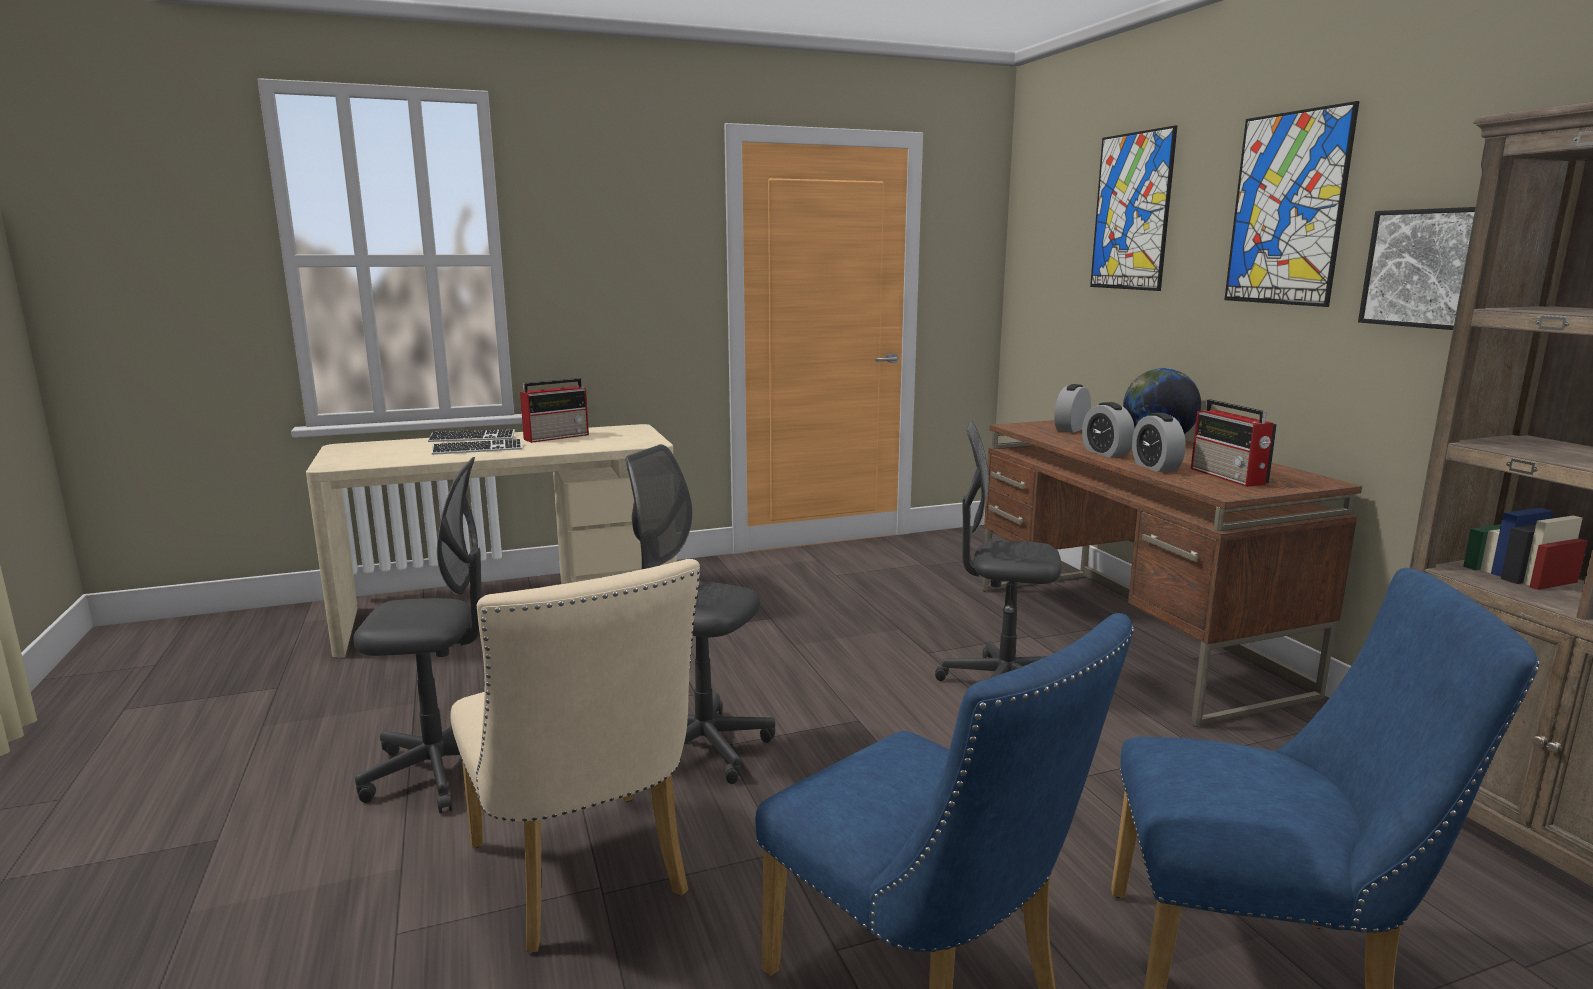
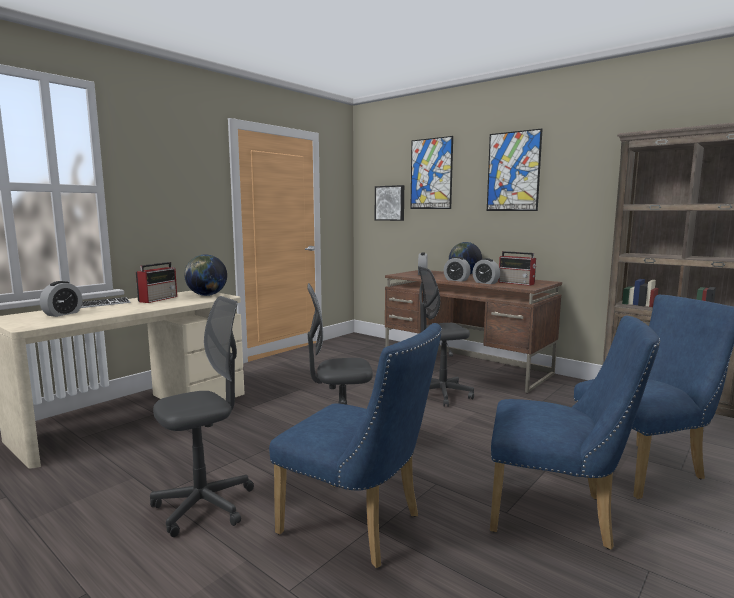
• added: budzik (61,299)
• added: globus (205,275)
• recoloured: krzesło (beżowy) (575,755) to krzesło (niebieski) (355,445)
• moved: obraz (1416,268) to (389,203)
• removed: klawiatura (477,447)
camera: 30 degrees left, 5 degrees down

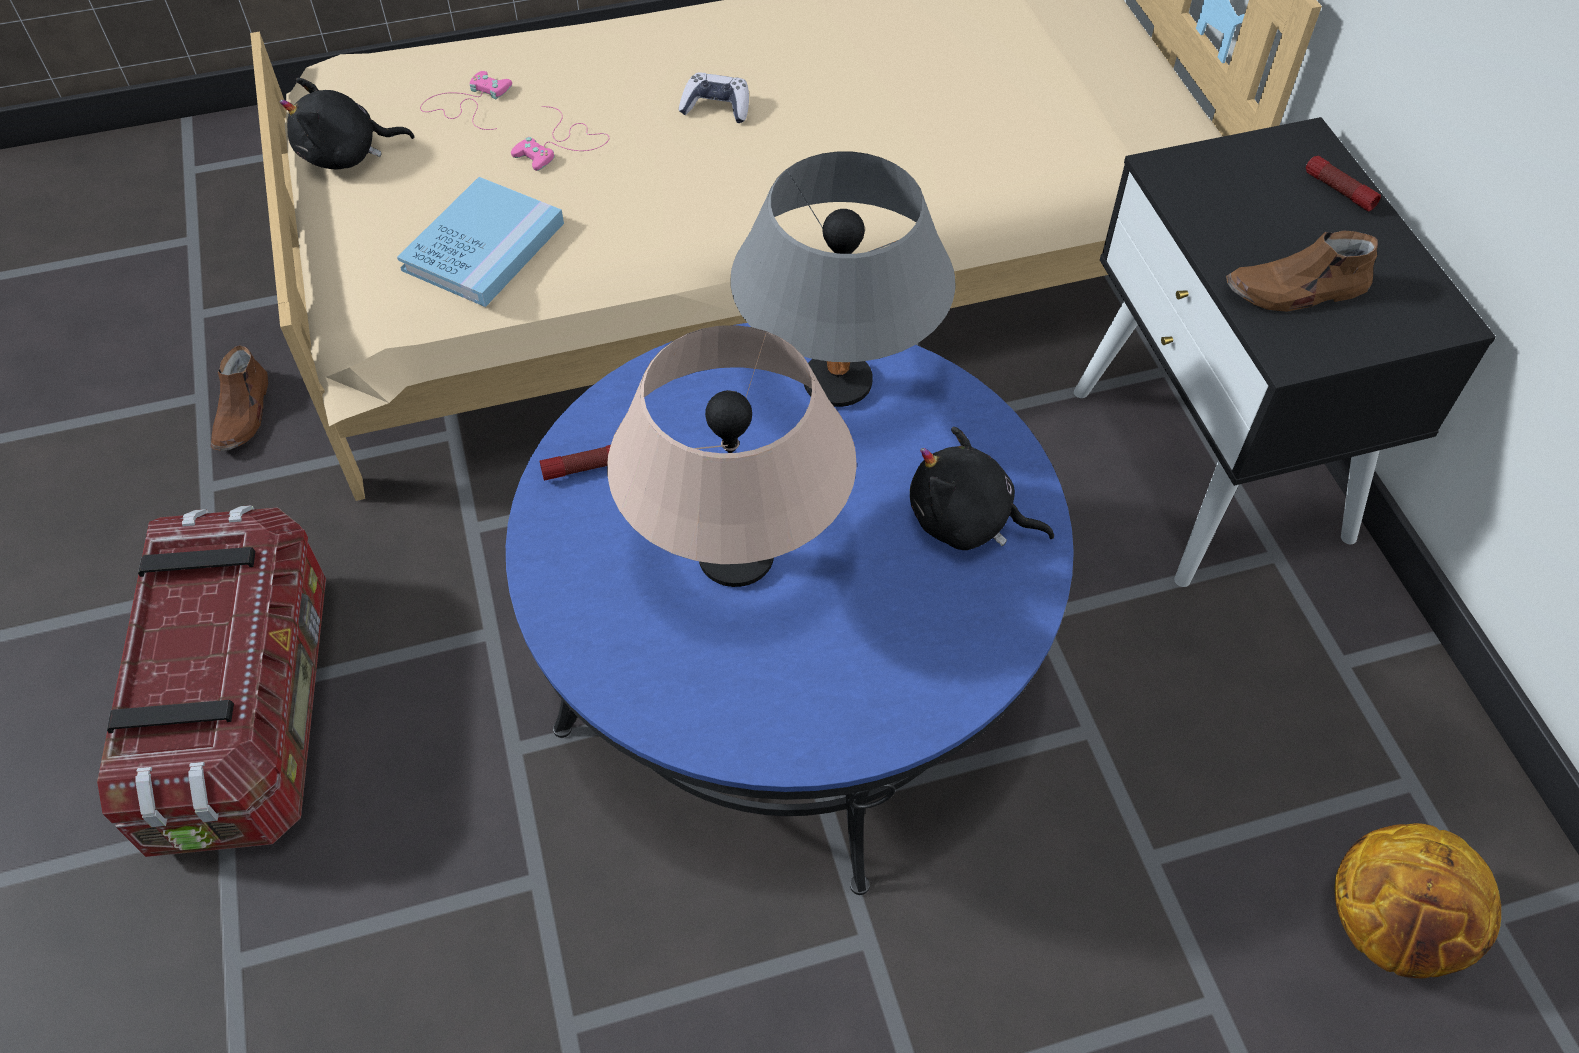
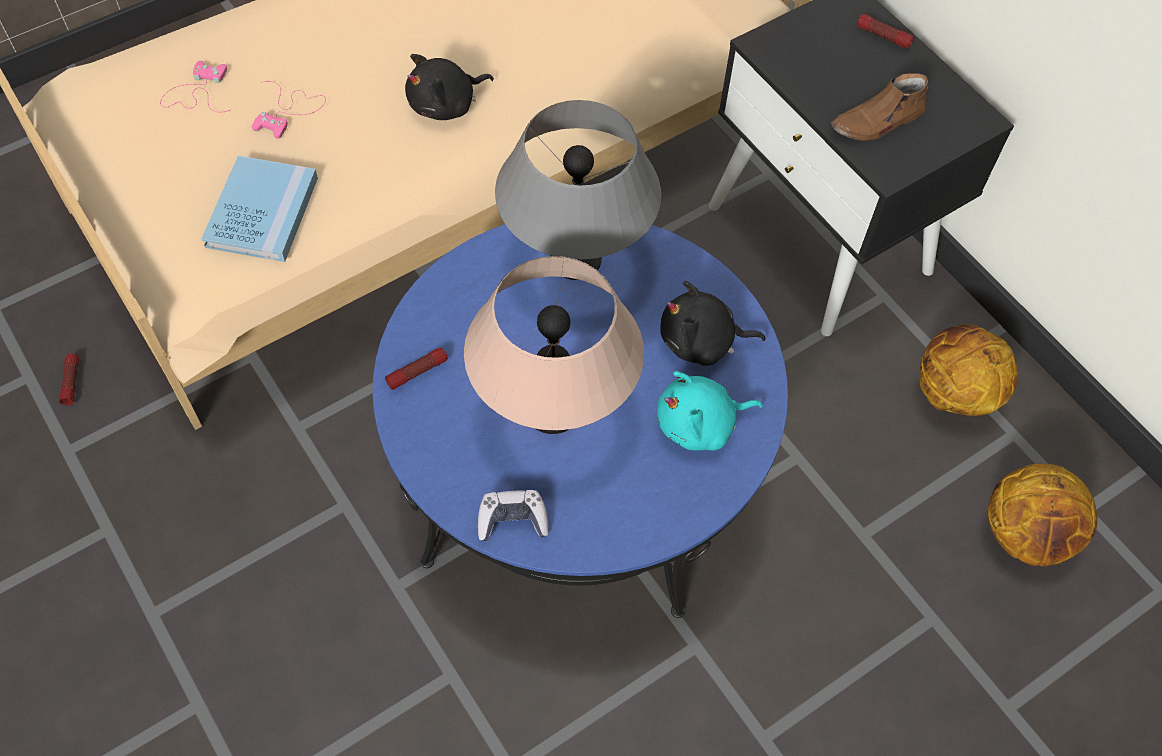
• replaced: but (brązowy) (239,398) to latarka (69,379)
• moved: pluszak (czarny) (347,123) to (449,87)
• moved: pad do gier (713,98) to (513,515)
• added: pluszak (turkusowy) (710,411)
• added: piłka do koszykówki (969,370)
• removed: pojemnik do przechowywania (211,681)
camera: 20 degrees left, 5 degrees up

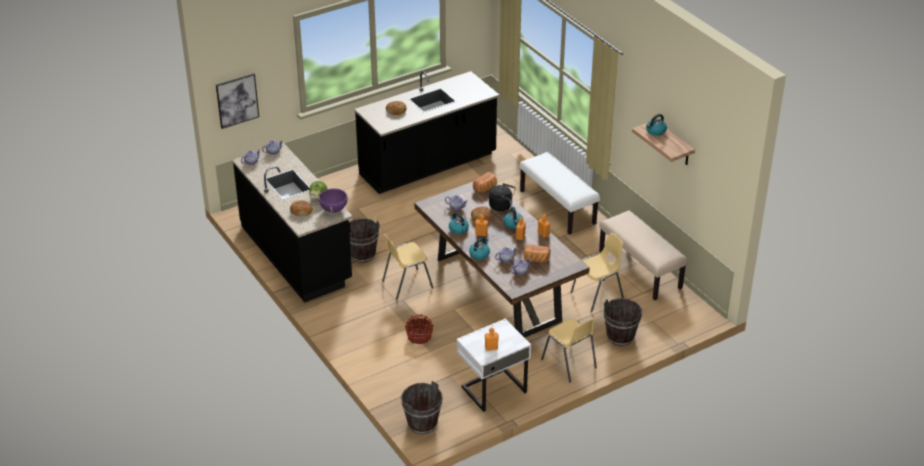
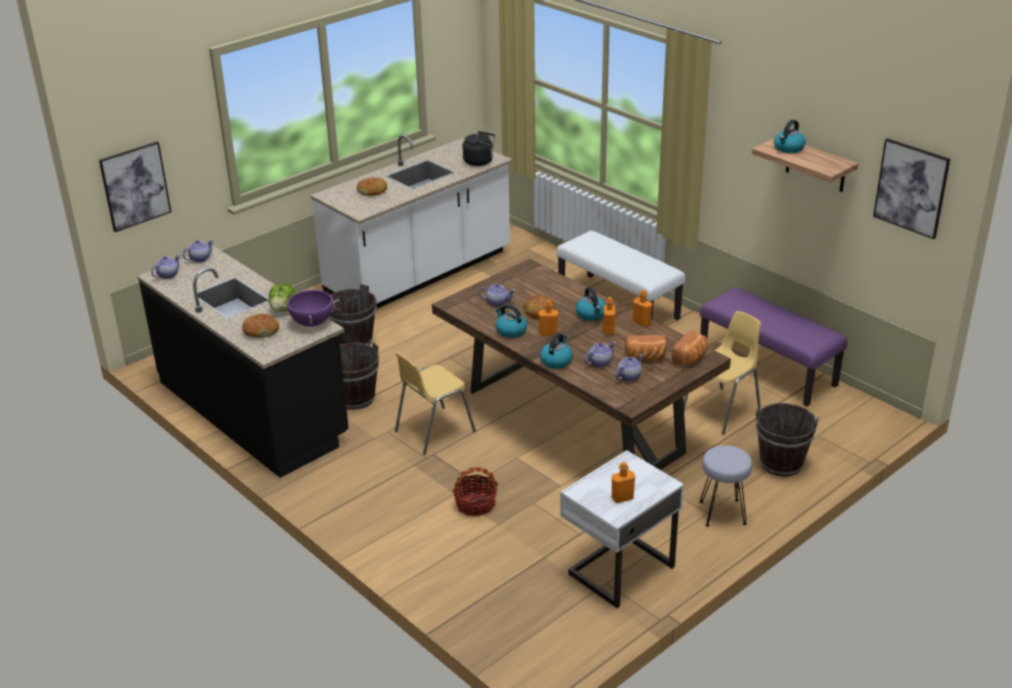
• recoloured: zabudowa kuchenna (czarny) (427,132) to zabudowa kuchenna (biały) (411,221)
• moved: wiadro (brązowy) (422,407) to (353,314)
• moved: czajnik (czarny) (502,197) to (478,148)
• moved: chleb (485,182) to (690,347)
• recoloured: ławka (beżowy) (643,255) to ławka (fioletowy) (773,346)
• replaced: krzesło (żółty) (569,350) to stołek (szary) (726,486)
• added: obraz (911,188)
camera: 10 degrees left, 5 degrees down

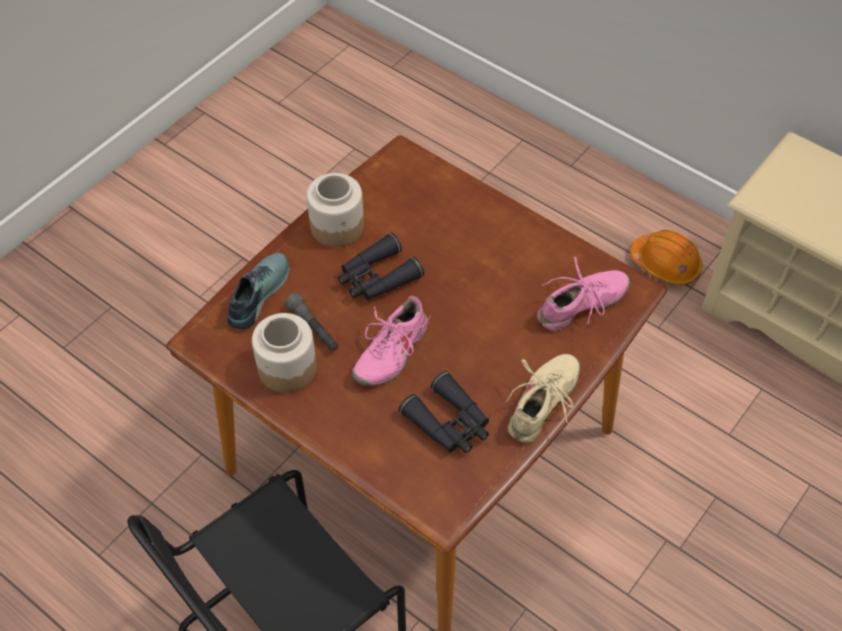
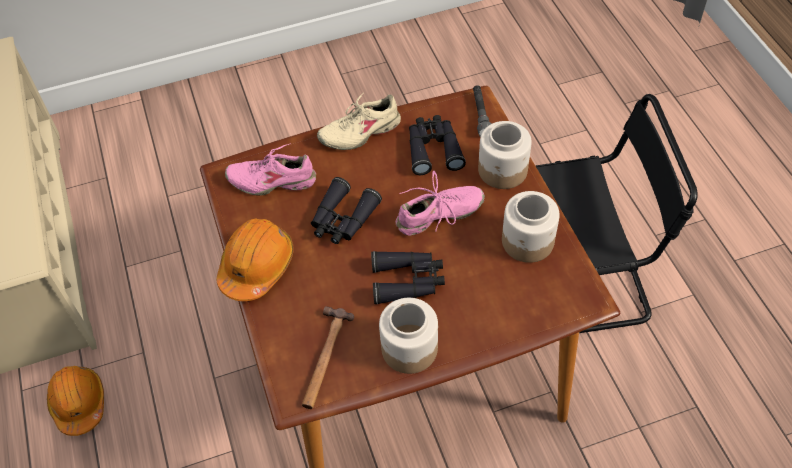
• added: kask (pomarańczowy) (255,260)
• added: młotek (328,357)
• added: lornetka (czarny) (346,210)
• moved: latarka (szary) (312,322) to (482,111)
• added: słoik (505,155)
• removed: but (258,291)
camera: 145 degrees left, 0 degrees up

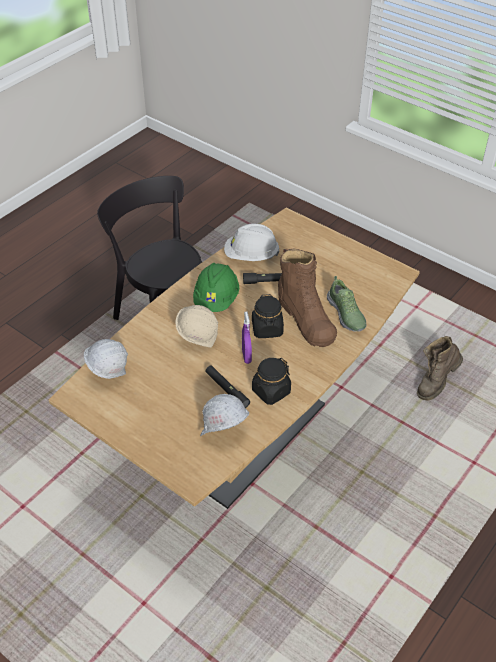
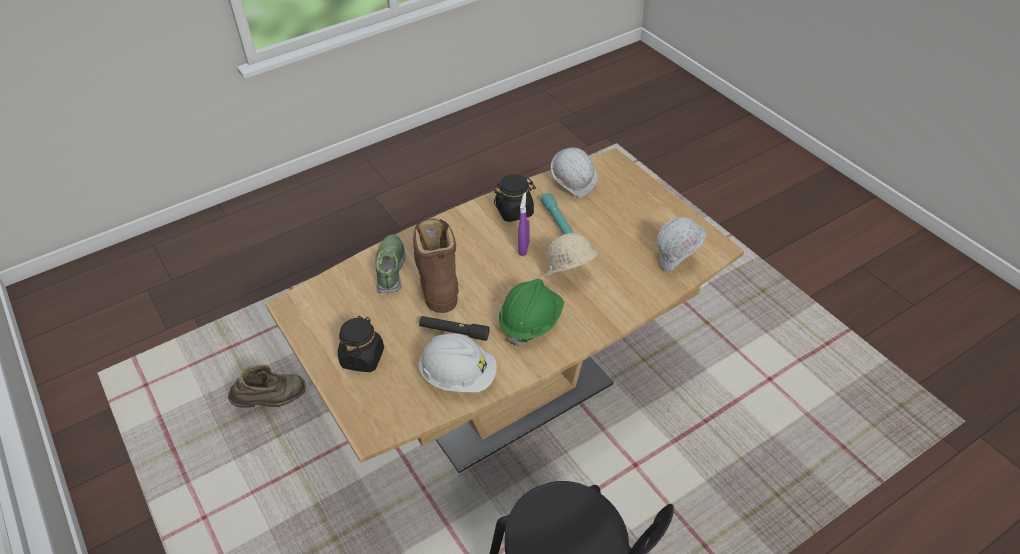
• moved: słoik (czarny) (268,316) to (361,344)
• recoloured: latarka (czarny) (228,387) to latarka (turkusowy) (557,214)
camera: 160 degrees left, 0 degrees up

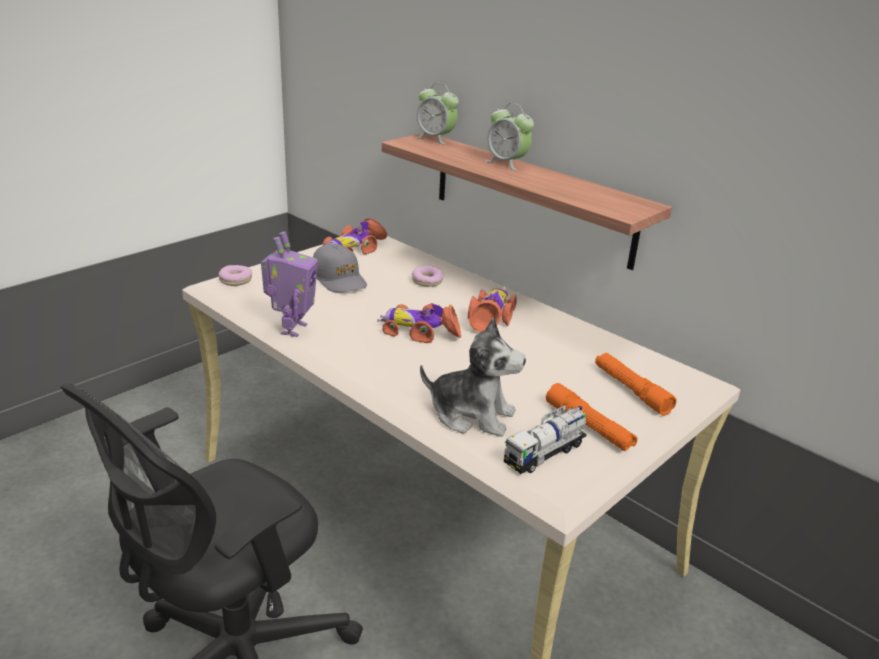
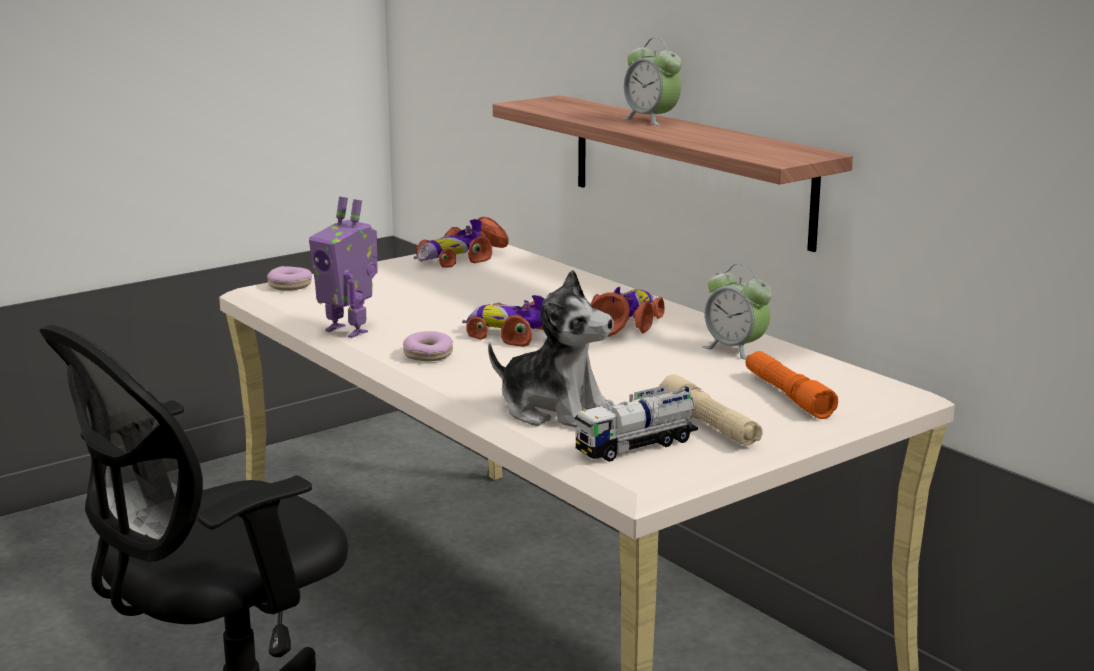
• turned: robot zabawkowy (289,284) = (343,267) 105 degrees clockwise
• moved: donut (427,276) to (428,346)
• recoloured: latarka (pomarańczowy) (592,417) to latarka (beżowy) (710,410)
• moved: budzik (437,114) to (737,312)
• removed: czapka z daszkiem (szary) (340,268)
camera: 10 degrees right, 10 degrees down

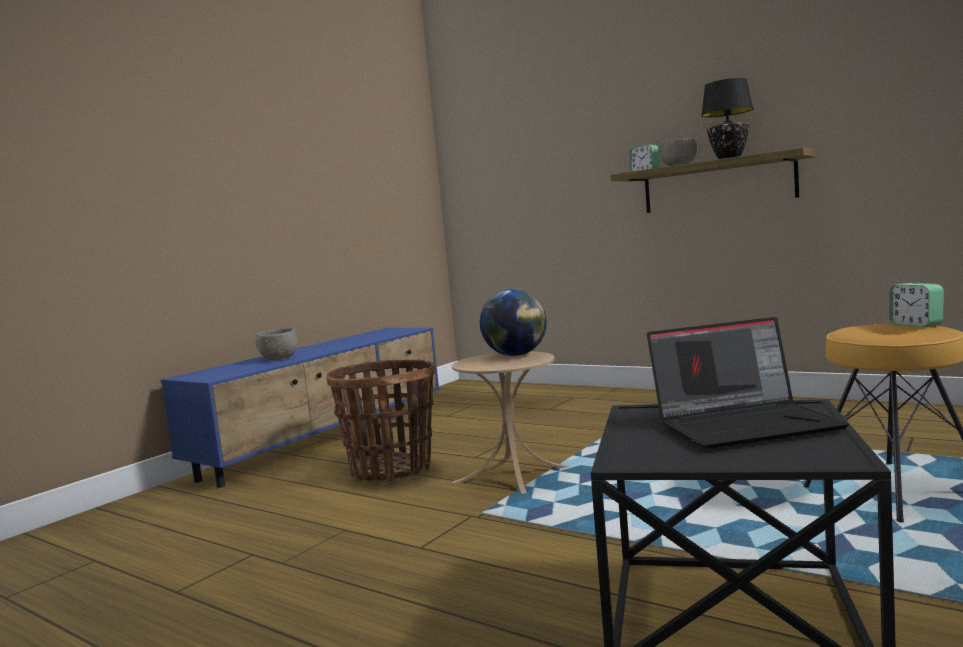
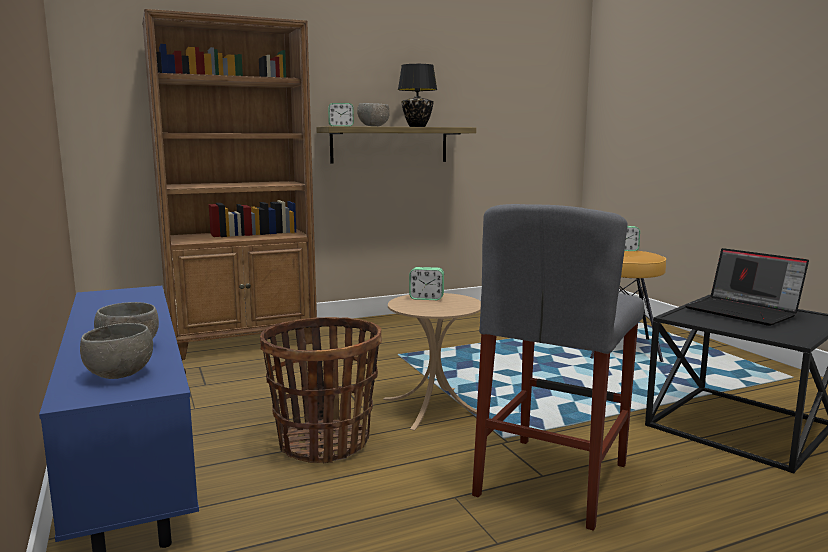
• added: miska (szary) (116,351)
• added: regał (brązowy) (229,184)
• replaced: globus (513,322) to budzik (426,283)
• added: stołek (szary) (558,367)
• turned: laptop (748,383) = (747,287) 120 degrees clockwise
camera: 60 degrees left, 5 degrees up

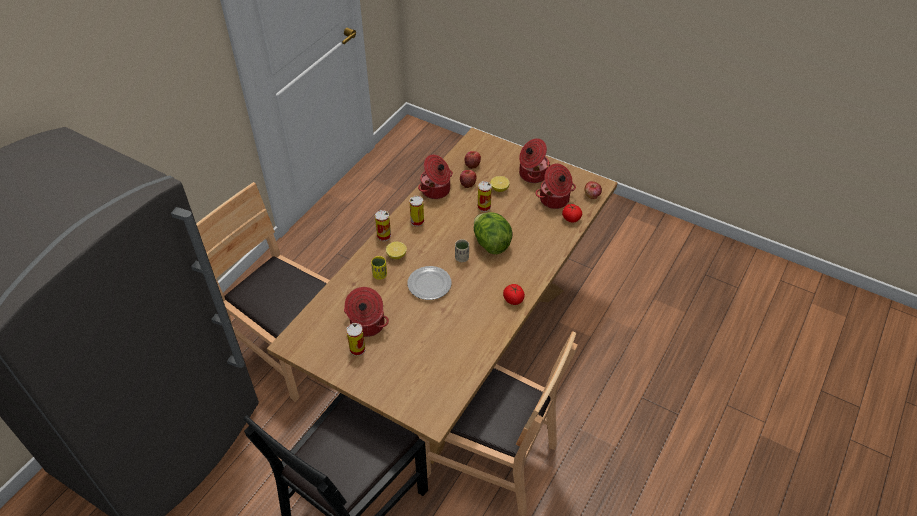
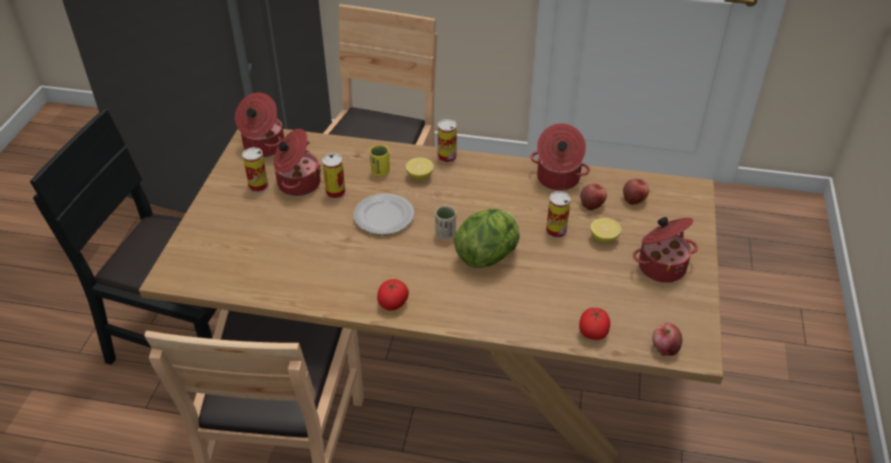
• moved: garnek (555,186) to (259,125)
• moved: puszka (416,211) to (334,176)
camera: 70 degrees right, 5 degrees down

